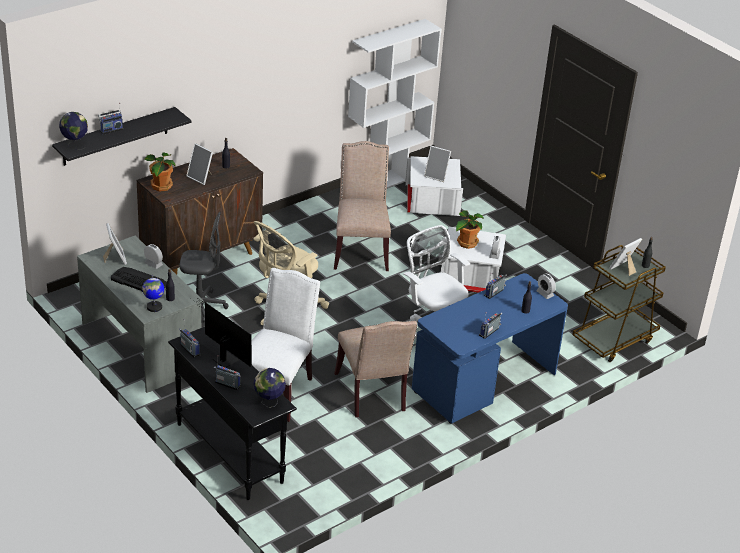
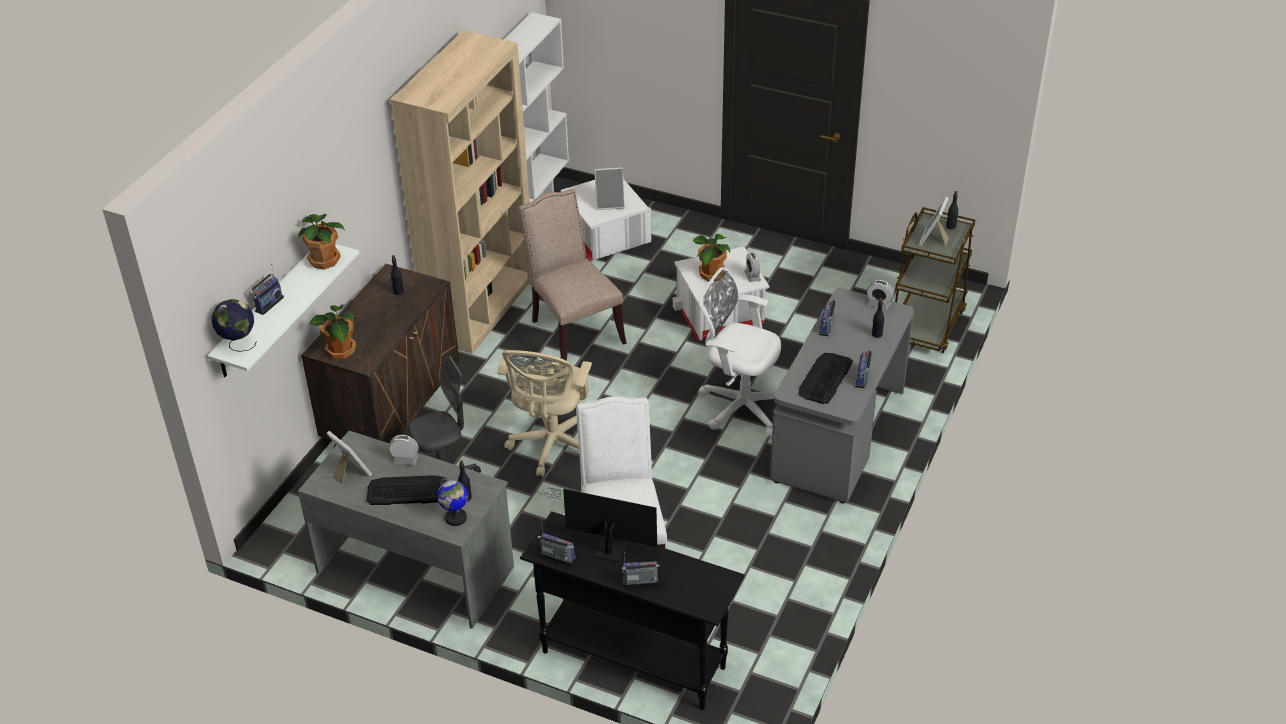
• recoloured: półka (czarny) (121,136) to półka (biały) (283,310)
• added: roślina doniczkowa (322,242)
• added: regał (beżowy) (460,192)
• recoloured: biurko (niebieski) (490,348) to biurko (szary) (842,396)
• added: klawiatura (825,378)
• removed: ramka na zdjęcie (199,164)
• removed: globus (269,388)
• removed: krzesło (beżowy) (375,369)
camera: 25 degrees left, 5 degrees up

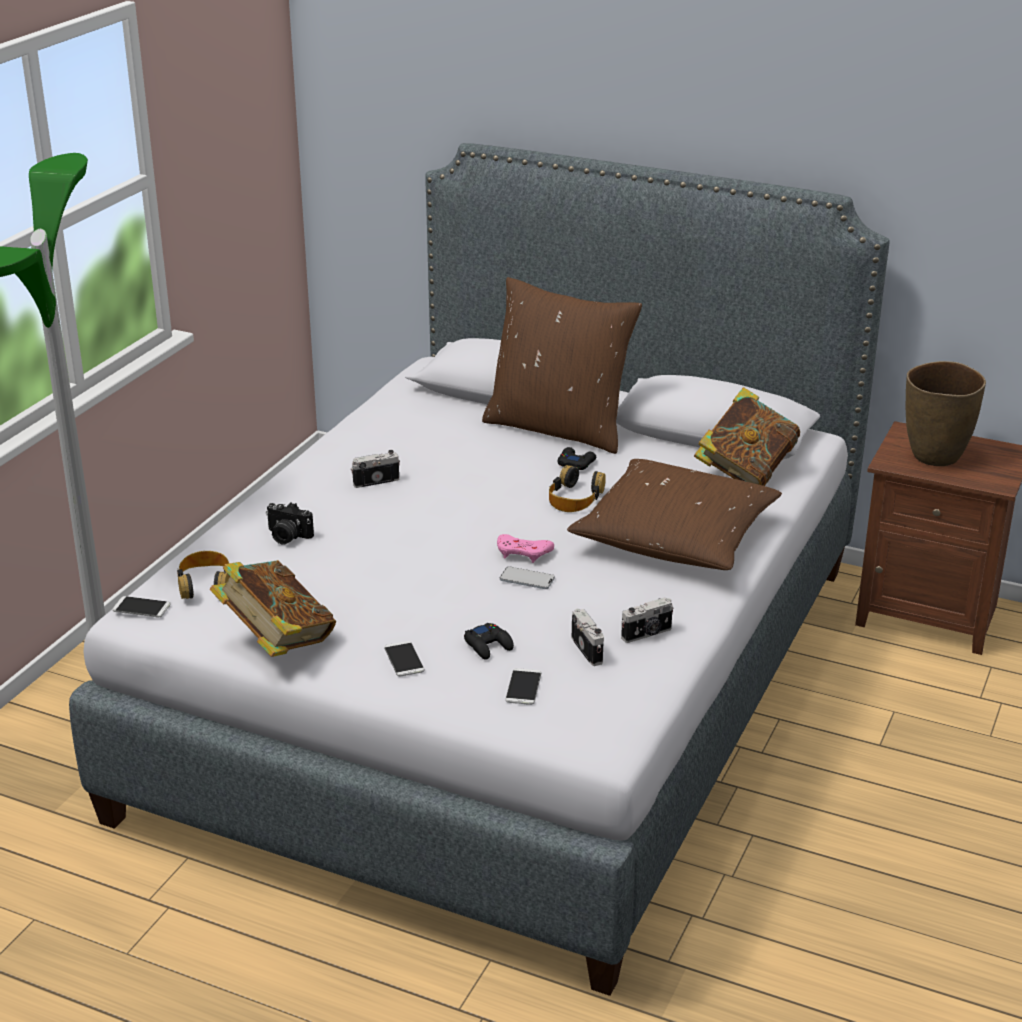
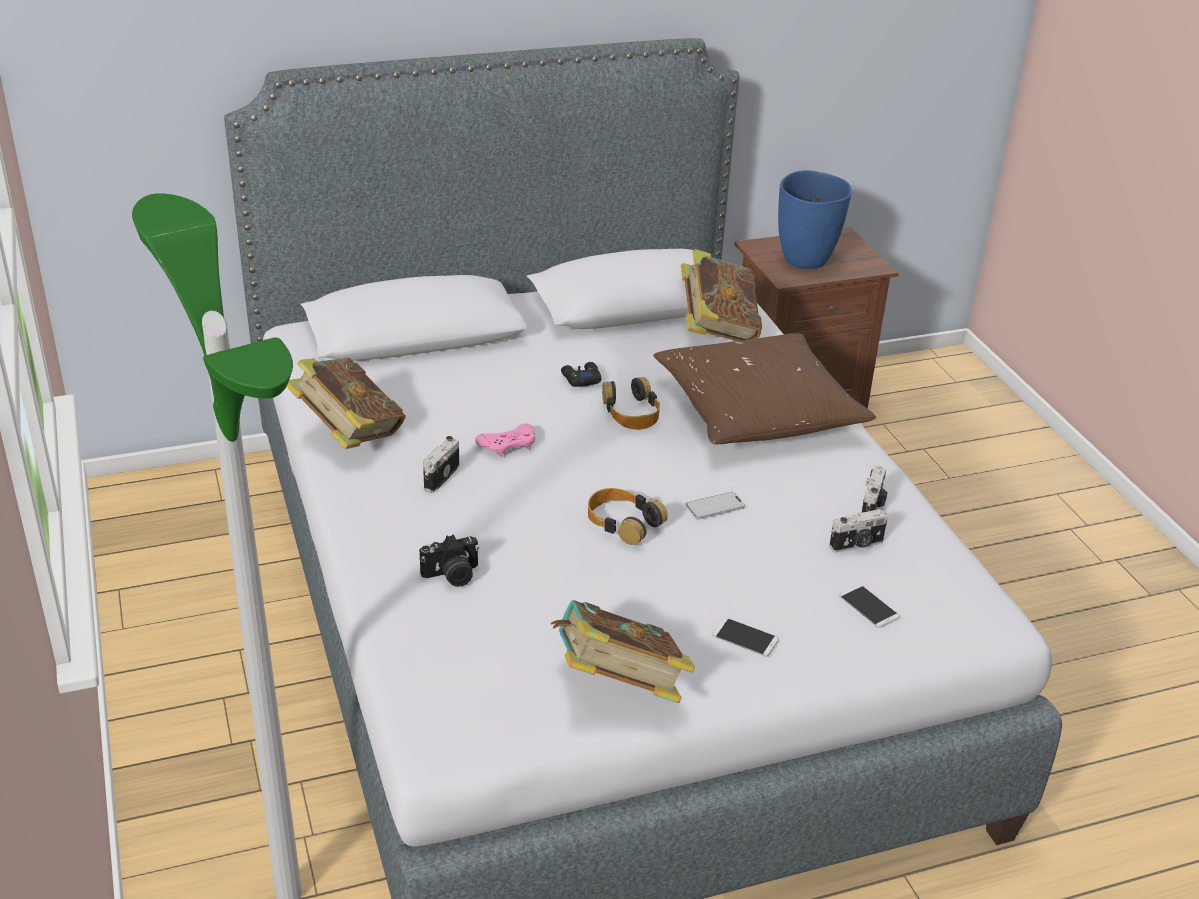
• added: książka (346,403)
• moved: pad do gier (różowy) (525,548) to (505,440)
• moved: słuchawki (203,575) to (628,516)
• recoloured: wazon (brązowy) (946,413) to wazon (niebieski) (815,219)
• turned: aparat fotograficzny (588,637) = (858,531) 135 degrees clockwise
• removed: telefon (141,607)
• removed: pad do gier (czarny) (489,641)
• removed: poduszka (brązowy) (562,365)
camera: 45 degrees left, 5 degrees up

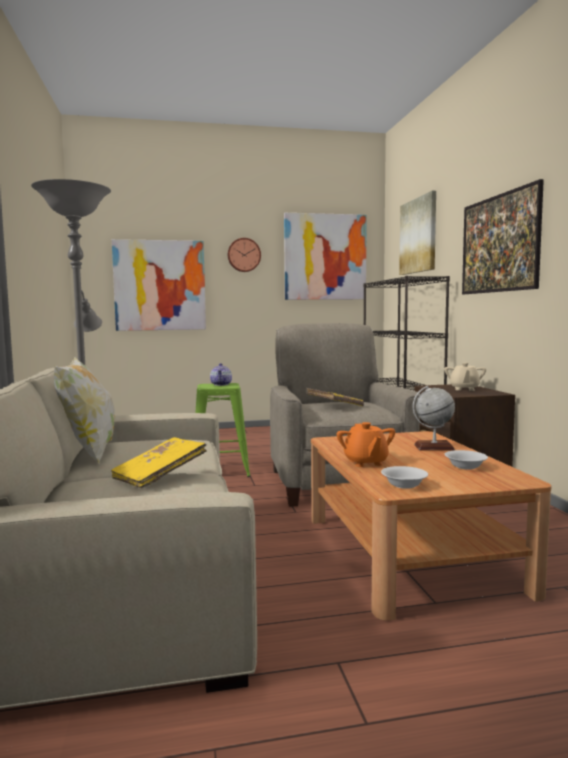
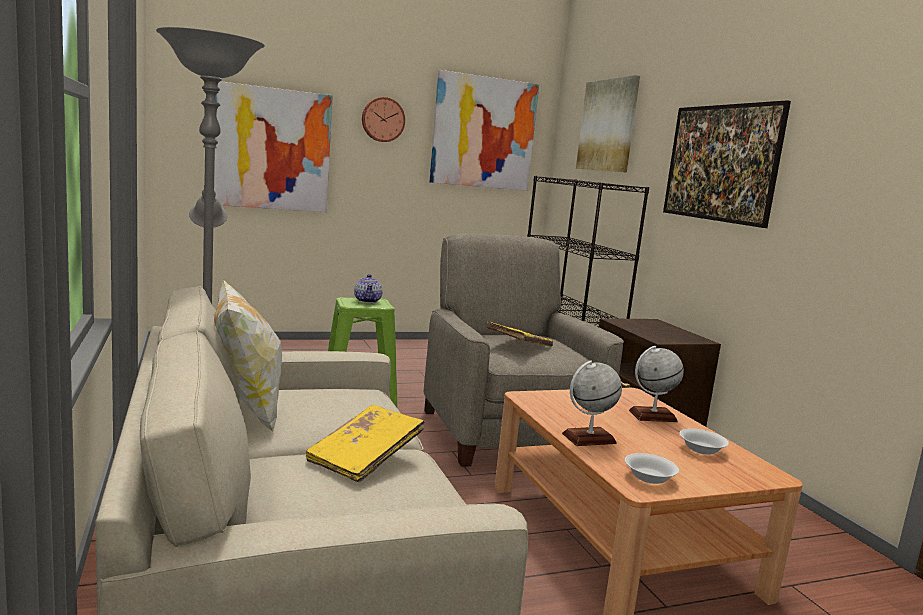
• replaced: imbryk (pomarańczowy) (366,444) to globus (592,403)
• removed: imbryk (beżowy) (465,377)
camera: 10 degrees left, 5 degrees up

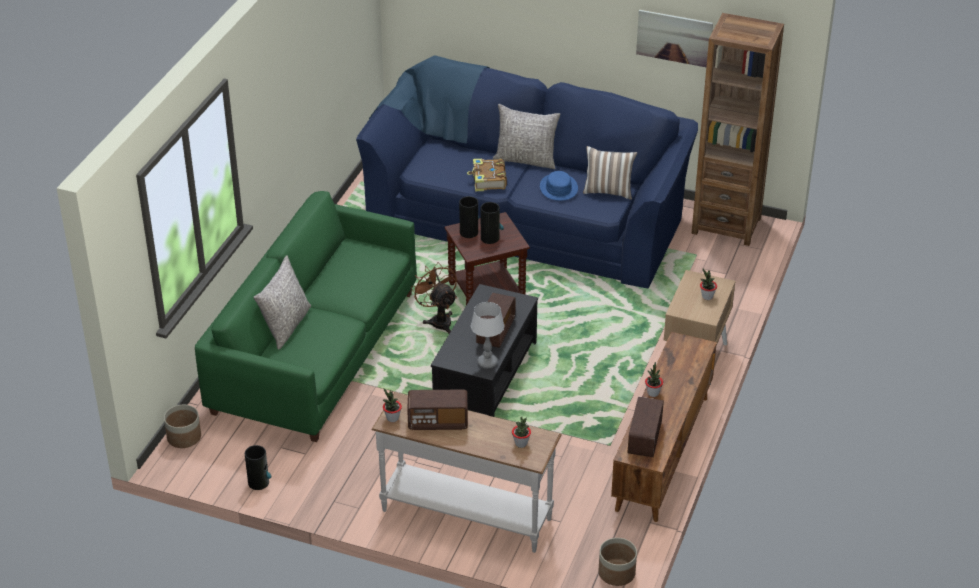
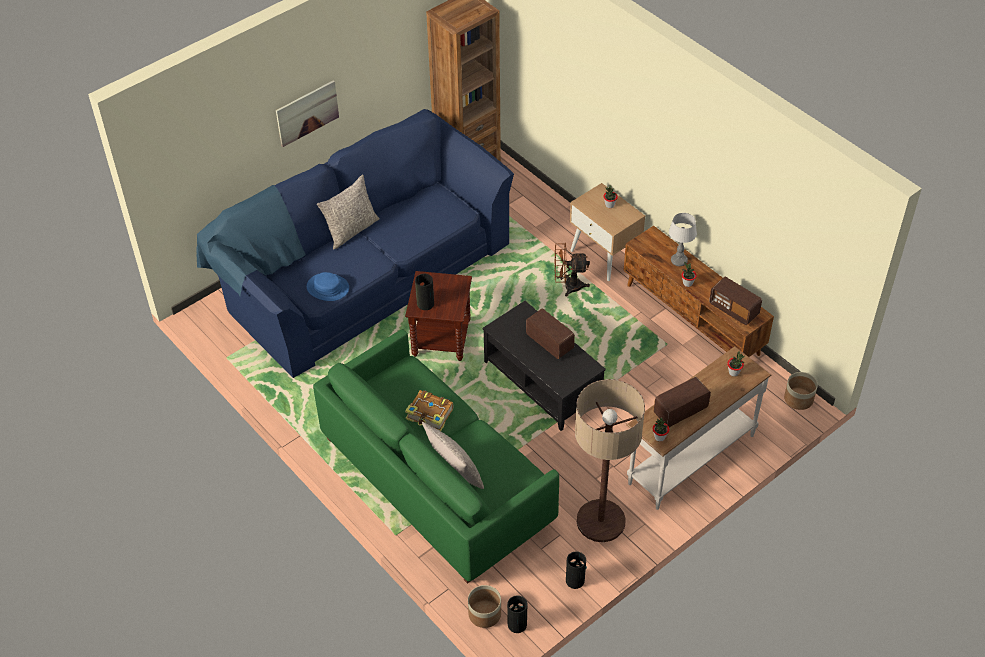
• moved: obraz (674,38) to (307,113)
• moved: kapelusz (niebieski) (559,186) to (328,286)
• moved: książka (487,175) to (429,410)
• moved: wazon (492,223) to (517,614)
• moved: wentylator (brązowy) (433,298) to (572,270)
• added: lampa stojąca (610,460)
• turned: radio (437,410) = (682,402) 150 degrees counterclockwise
• moved: lampa stołowa (487,335) to (683,239)
• removed: poduszka (610,173)
camera: 60 degrees left, 10 degrees up

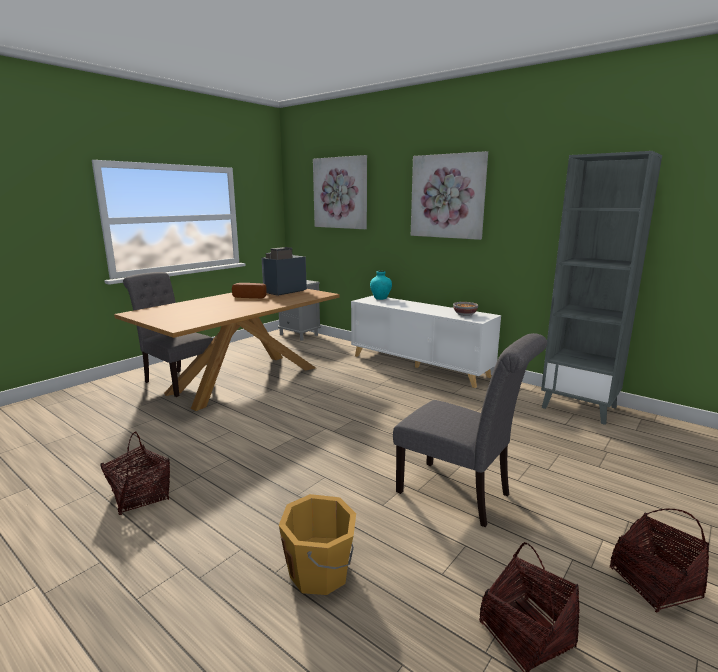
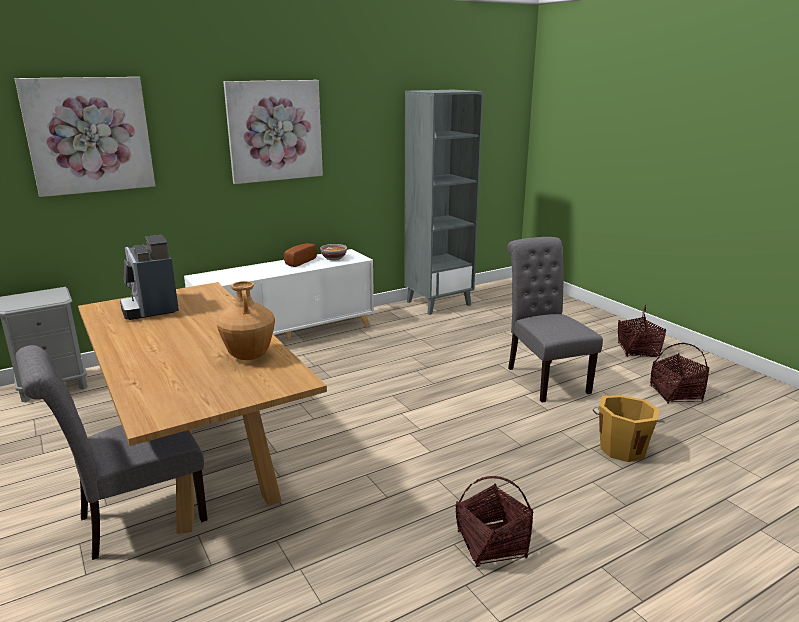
• added: wazon (brązowy) (246,320)
• moved: chleb (249,291) to (300,255)
• turned: krzesło (szary) (470,430) = (555,320) 75 degrees counterclockwise
• removed: wazon (turkusowy) (381,285)
camera: 70 degrees left, 5 degrees up

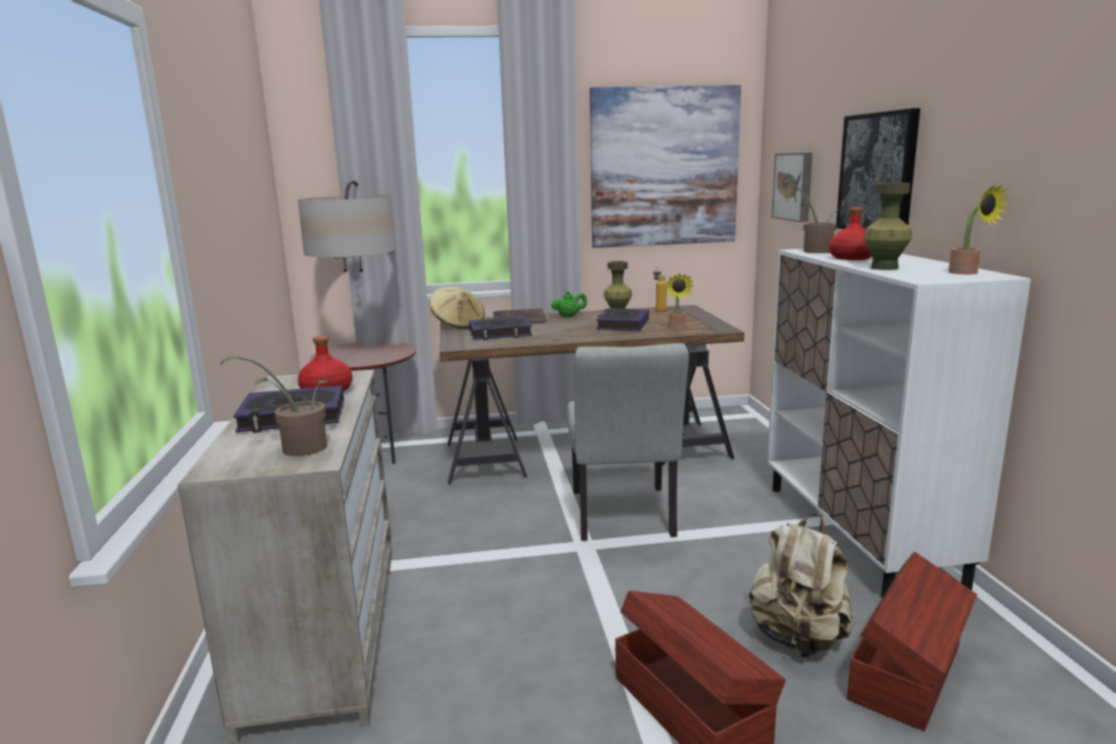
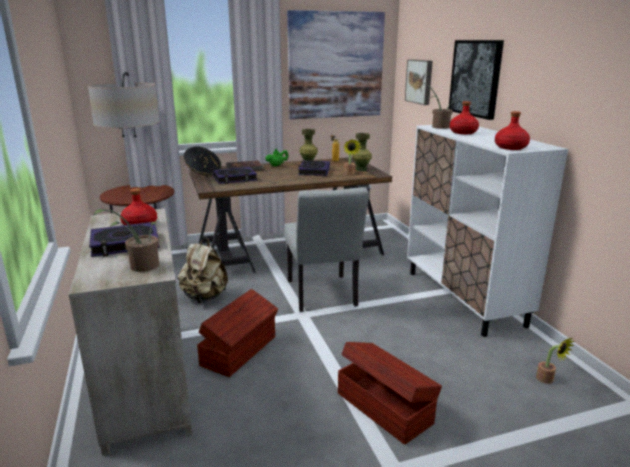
• moved: plecak (beżowy) (801,586) to (203,270)
• recoloured: kapelusz (beżowy) (457,308) to kapelusz (czarny) (202,161)
• moved: pojemnik do przechowywania (brązowy) (912,641) to (237,333)
• moved: wazon (zielony) (887,226) to (362,152)
• added: butelka (czerwony) (512,130)
• moved: roślina doniczkowa (979,229) to (555,361)
camera: 10 degrees left, 5 degrees up

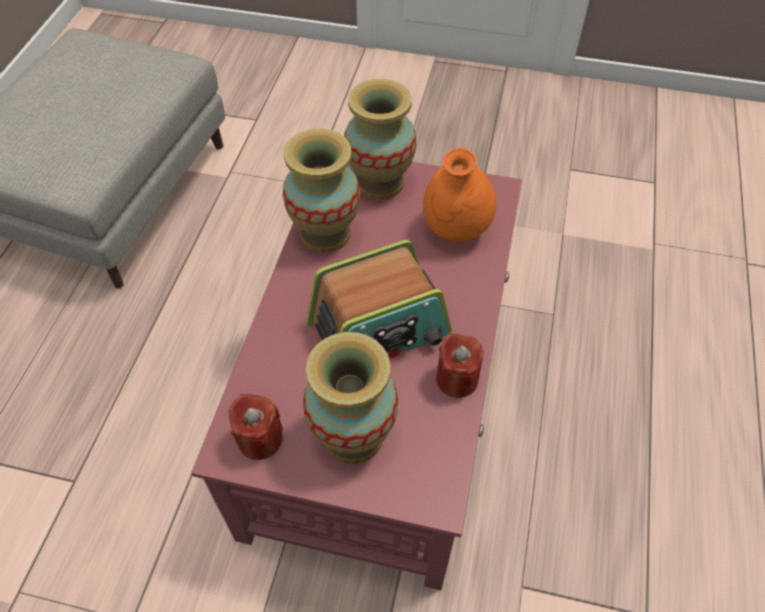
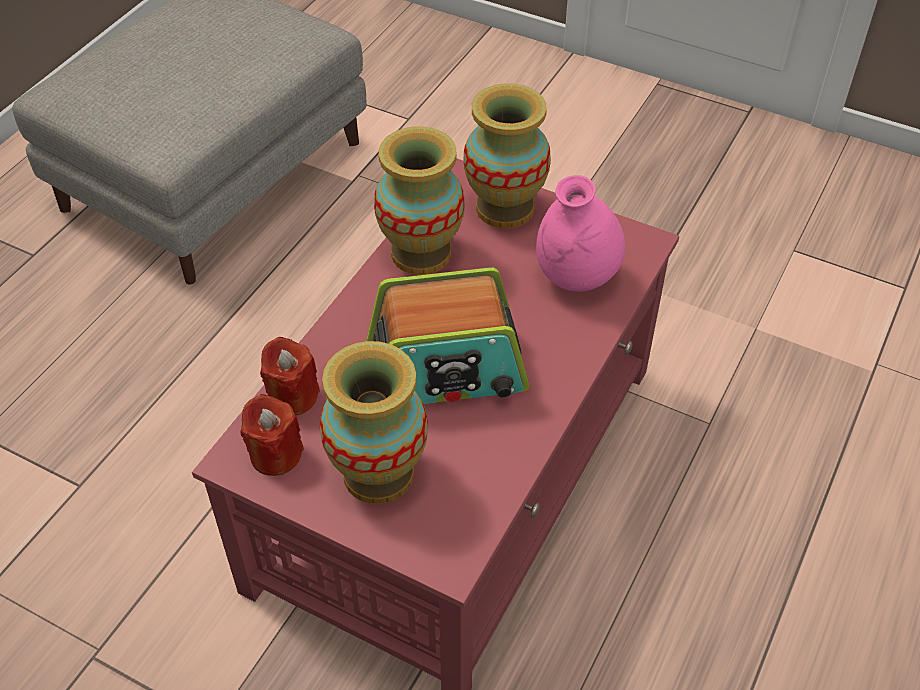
• moved: świeca (czerwony) (460,366) to (290,376)
• recoloured: wazon (pomarańczowy) (459,195) to wazon (różowy) (580,233)
camera: 15 degrees right, 5 degrees down

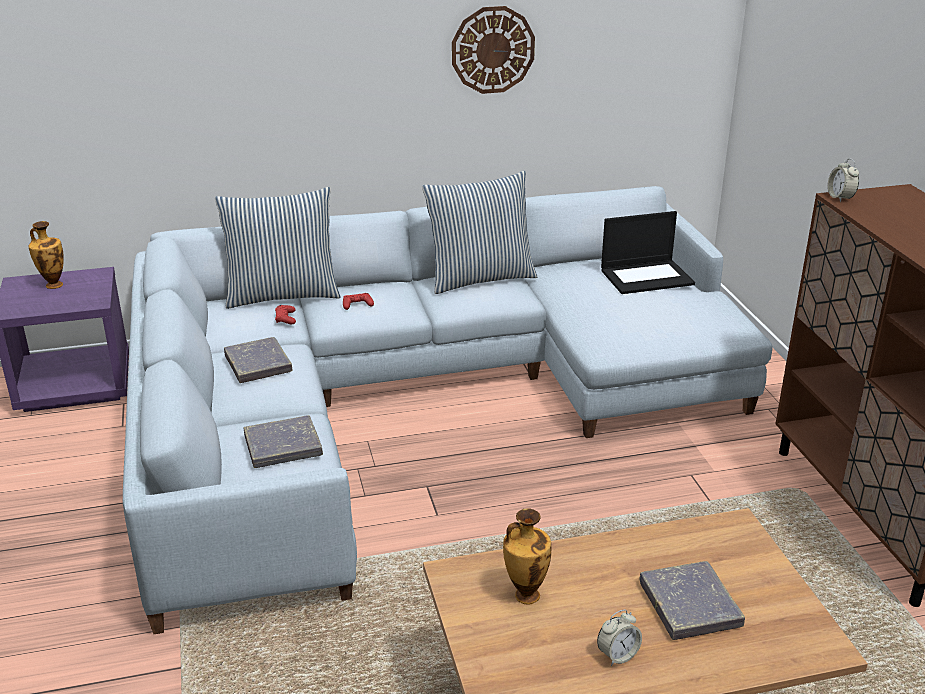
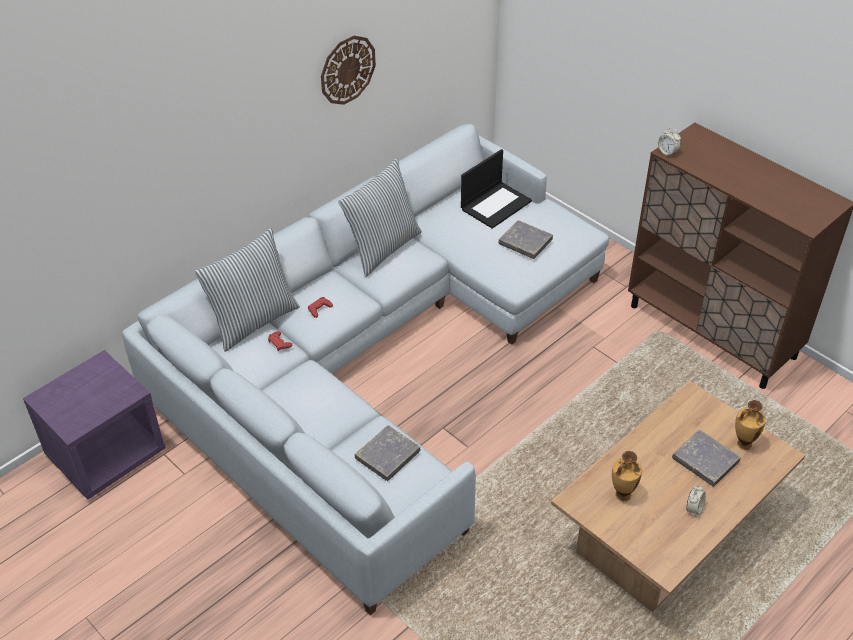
• moved: książka (szary) (258,360) to (525,239)
• moved: wazon (46,255) to (750,425)
camera: 30 degrees left, 15 degrees up

